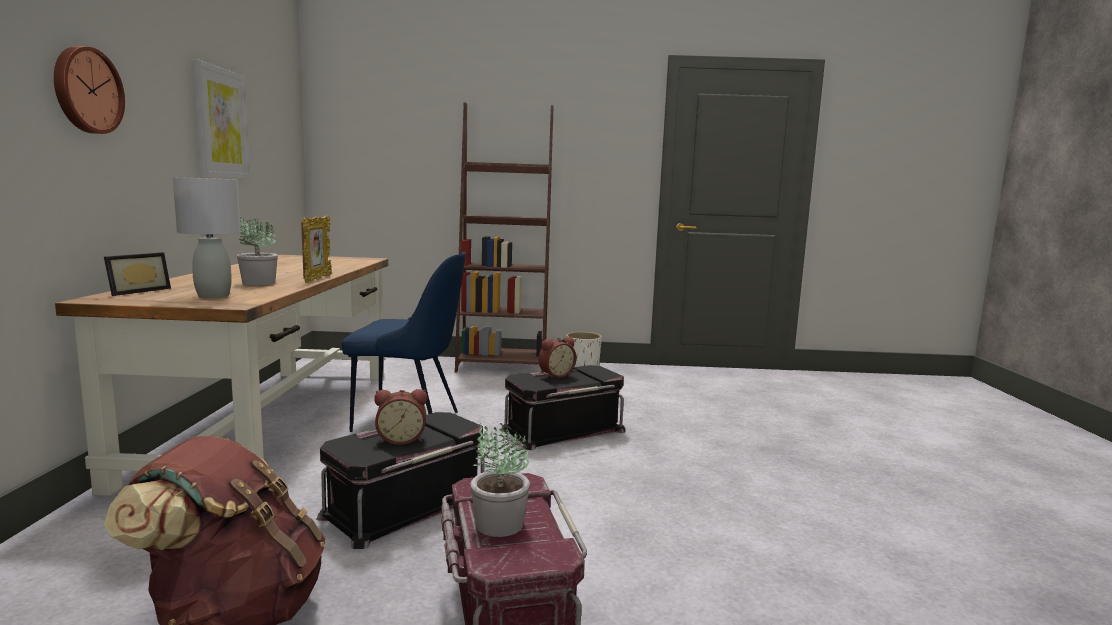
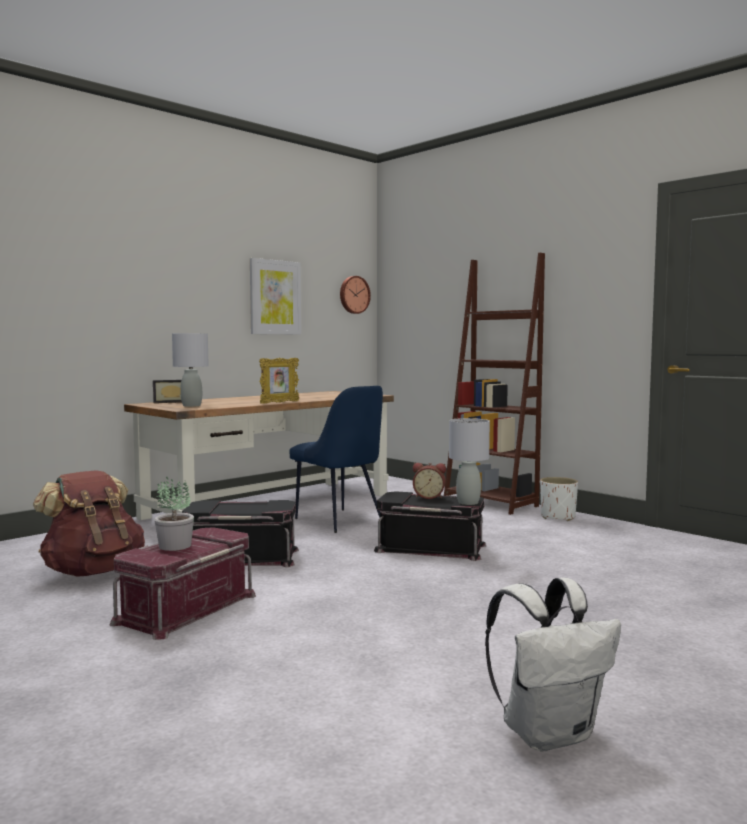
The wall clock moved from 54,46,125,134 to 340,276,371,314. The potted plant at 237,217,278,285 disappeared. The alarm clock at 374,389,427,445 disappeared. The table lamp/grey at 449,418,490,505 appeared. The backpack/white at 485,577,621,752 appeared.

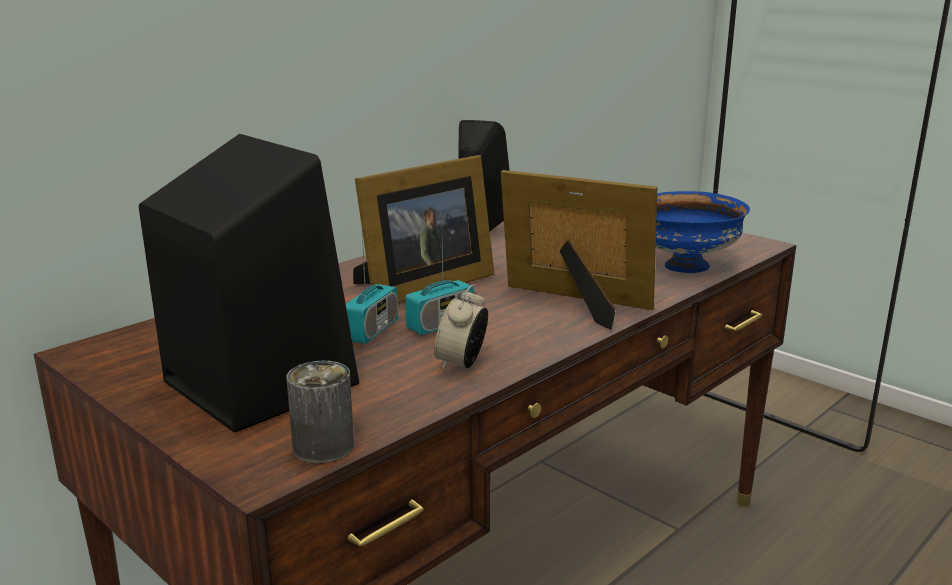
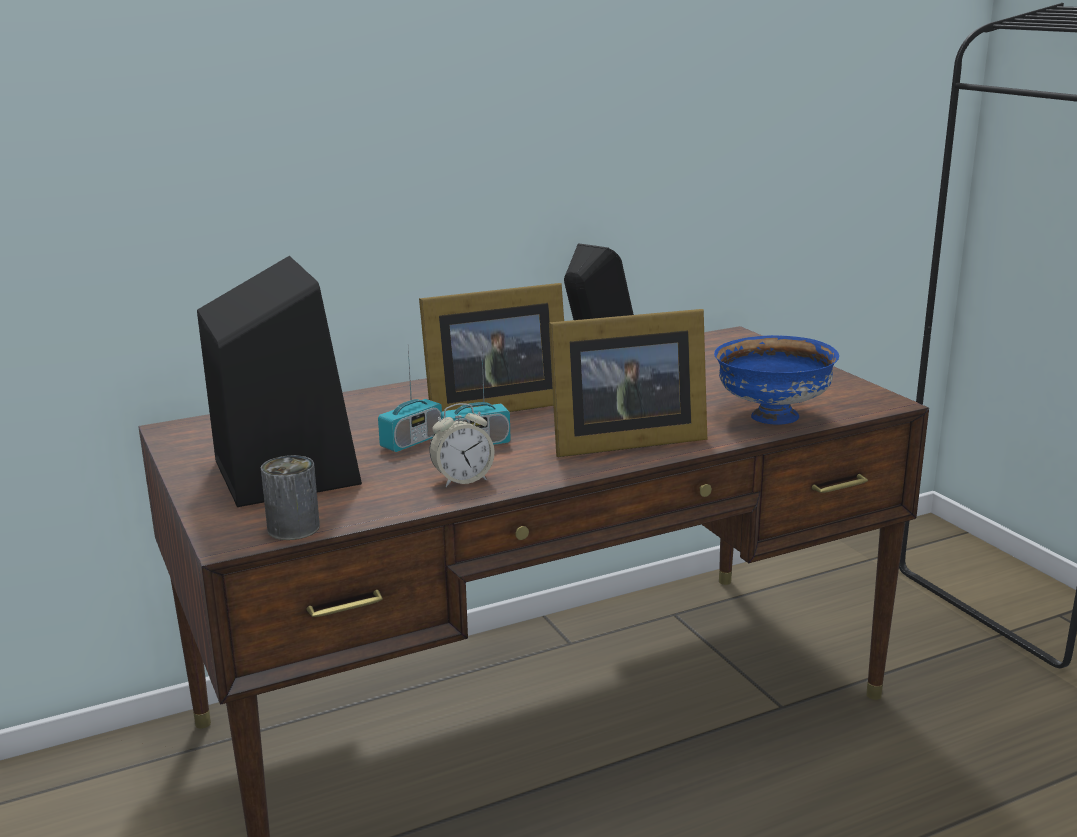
The alarm clock at 434,284,488,371 turned 150 degrees counterclockwise. The picture frame at 501,170,657,329 turned 120 degrees clockwise.

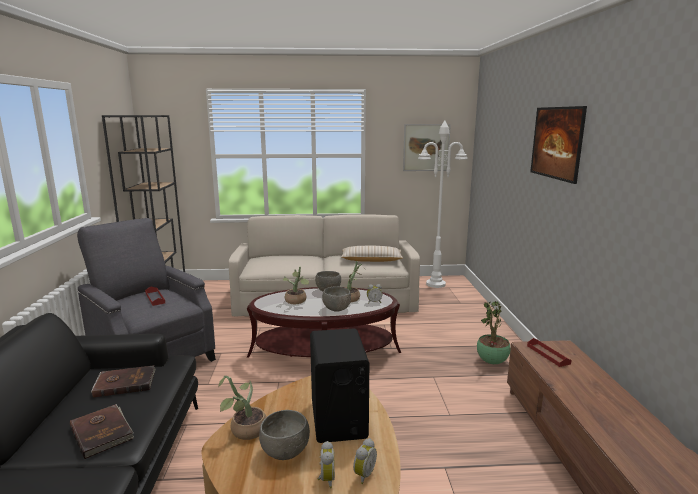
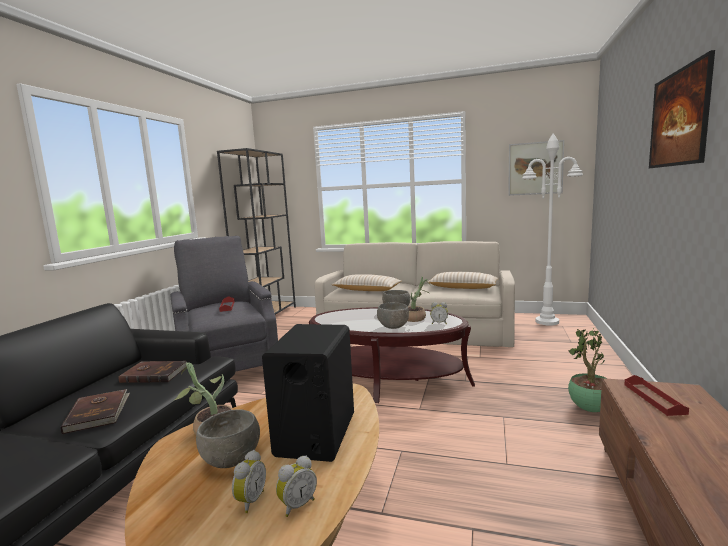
The potted plant at 283,267,309,304 disappeared. The pillow/beige at 331,274,401,291 appeared.

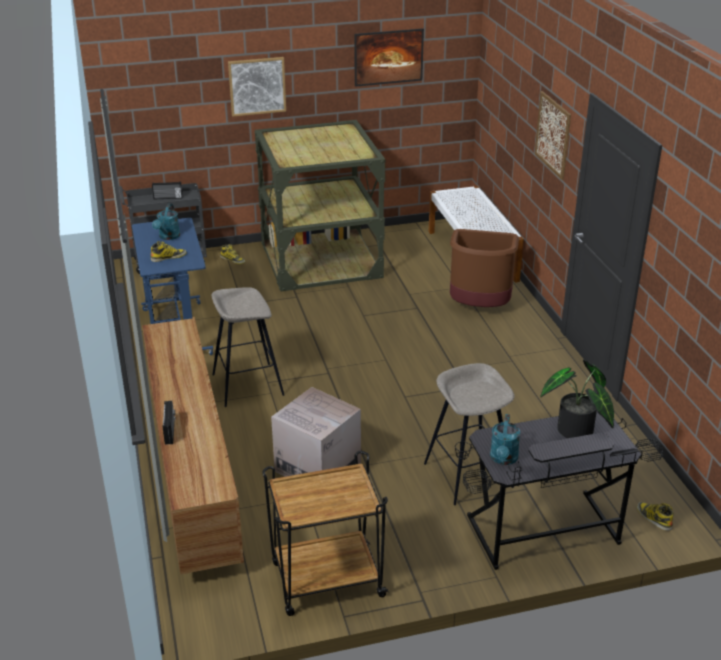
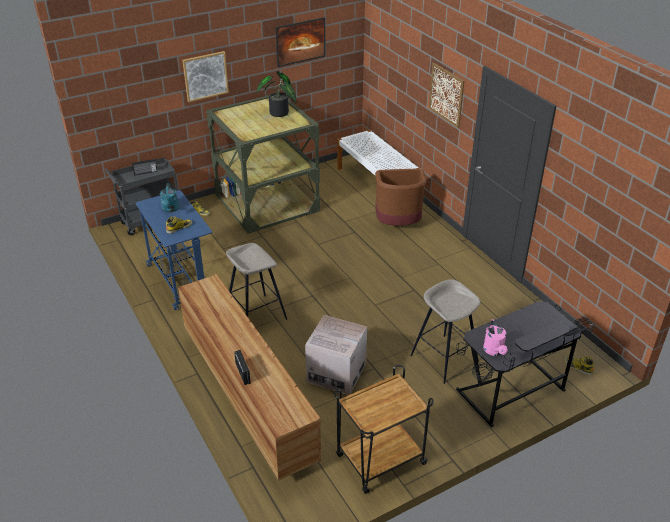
The watering can/turquoise at 490,414,520,465 became the watering can/pink at 483,319,508,356. The potted plant moved from 541,360,614,438 to 257,71,297,117.

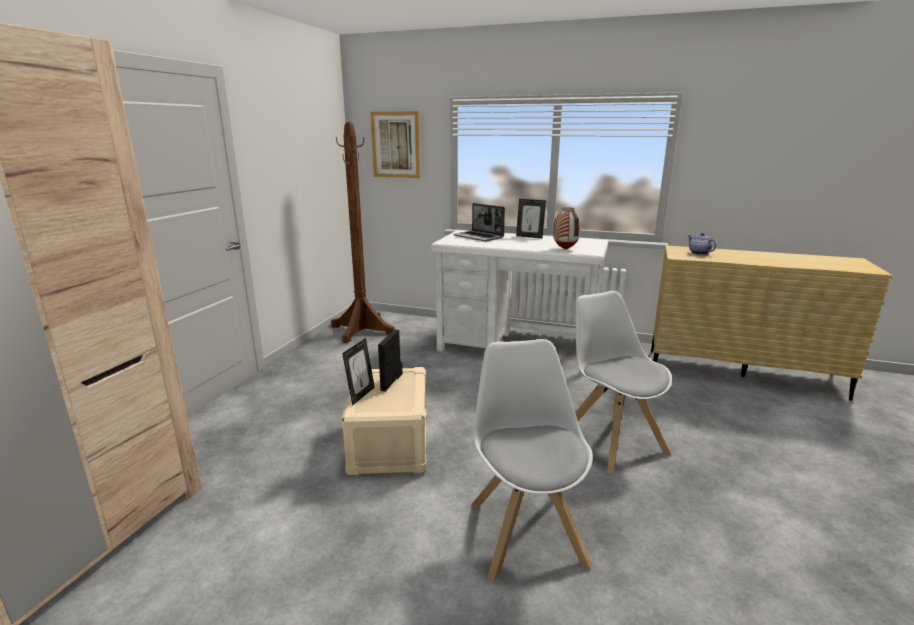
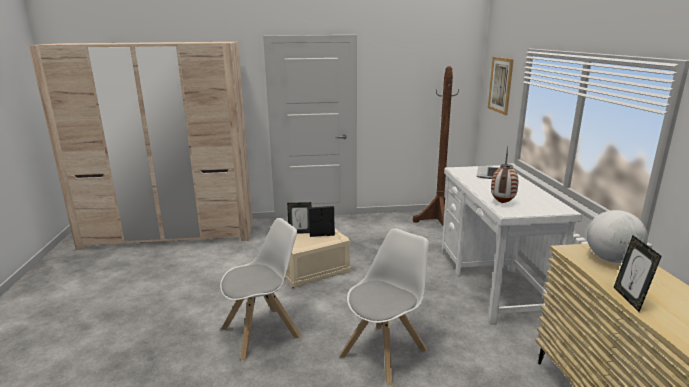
The picture frame moved from 516,199,546,239 to 614,235,662,312. The teapot at 688,233,716,255 was replaced by the globe at 587,210,648,263.

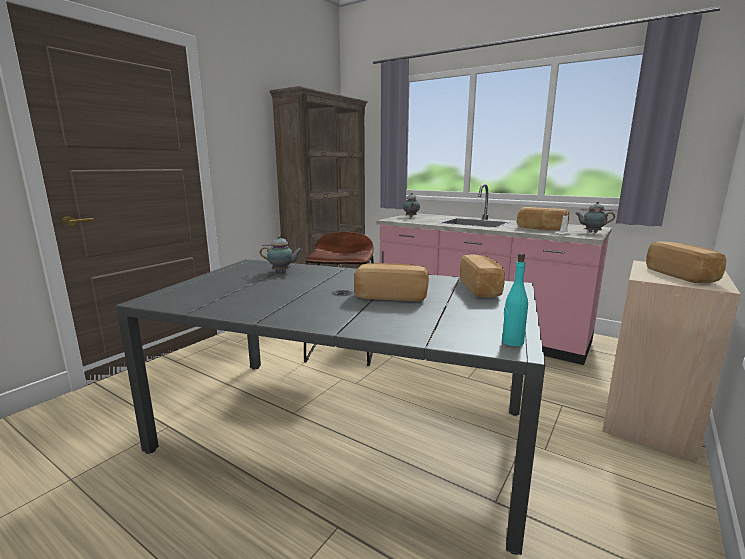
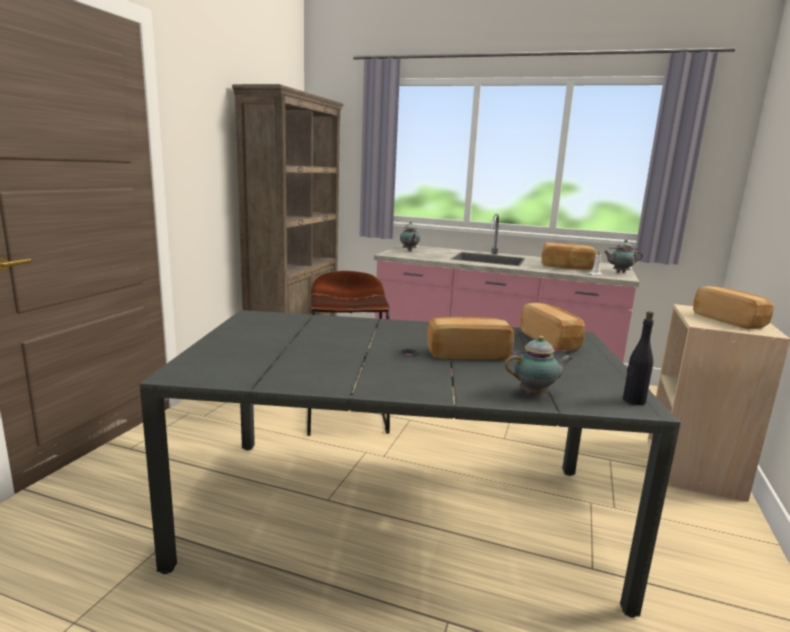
The teapot moved from 260,235,303,272 to 505,336,573,394. The bottle/turquoise at 502,253,528,346 became the bottle/black at 623,311,654,405.

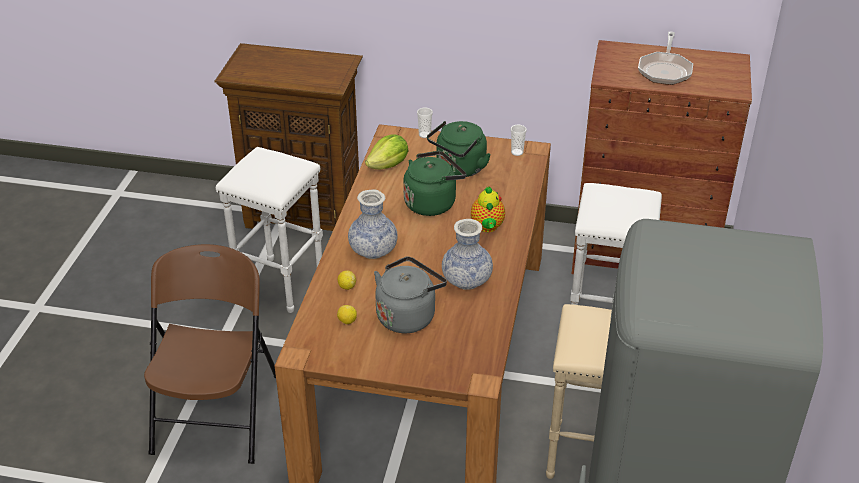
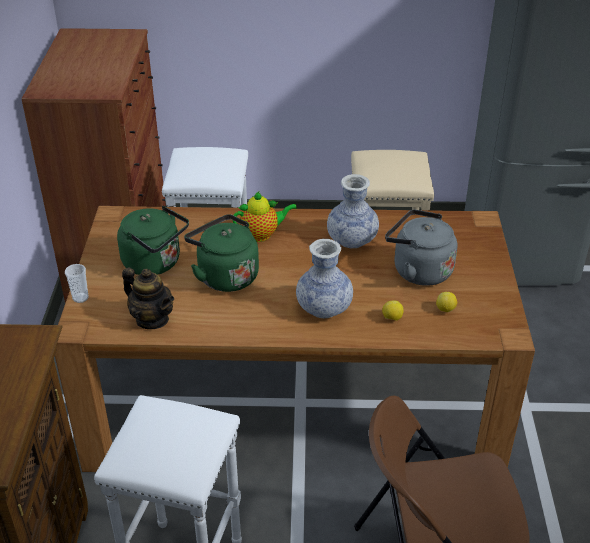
The lettuce at 365,134,408,169 was replaced by the teapot at 122,267,174,329. The cup at 510,125,527,156 disappeared. The frying pan at 638,32,693,85 disappeared.

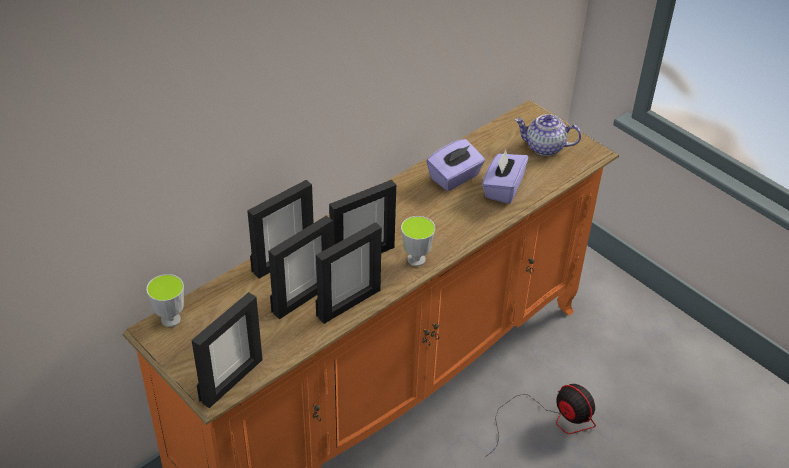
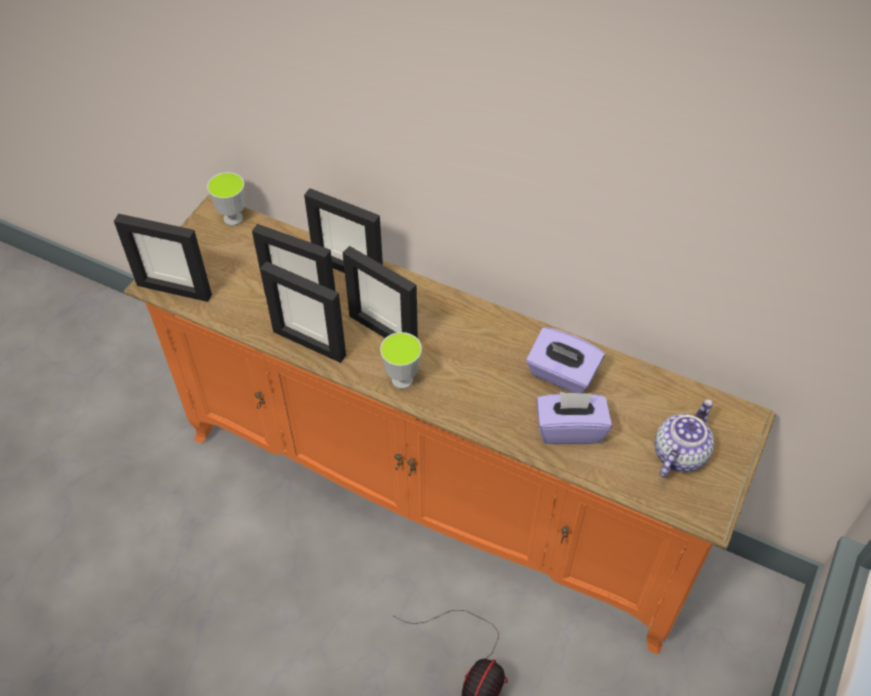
The teapot at 515,114,581,156 turned 45 degrees clockwise.

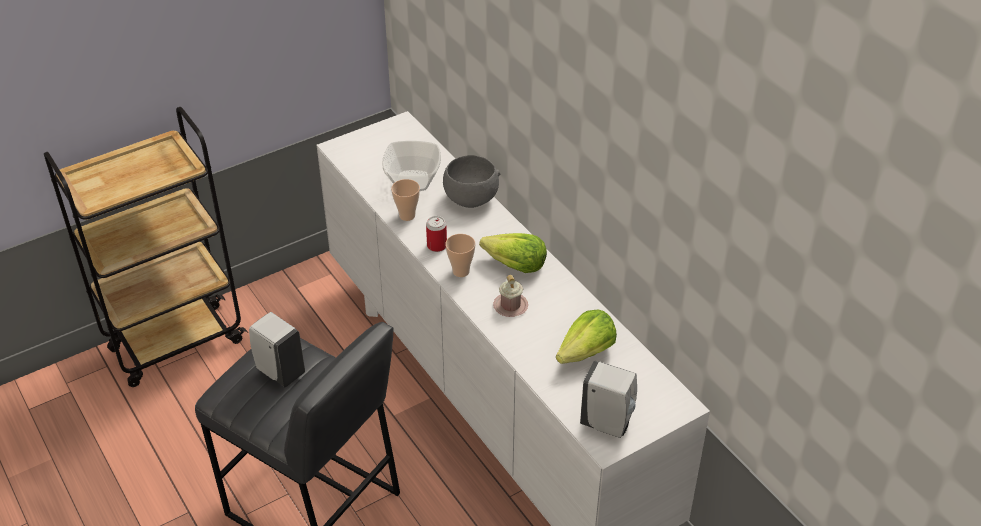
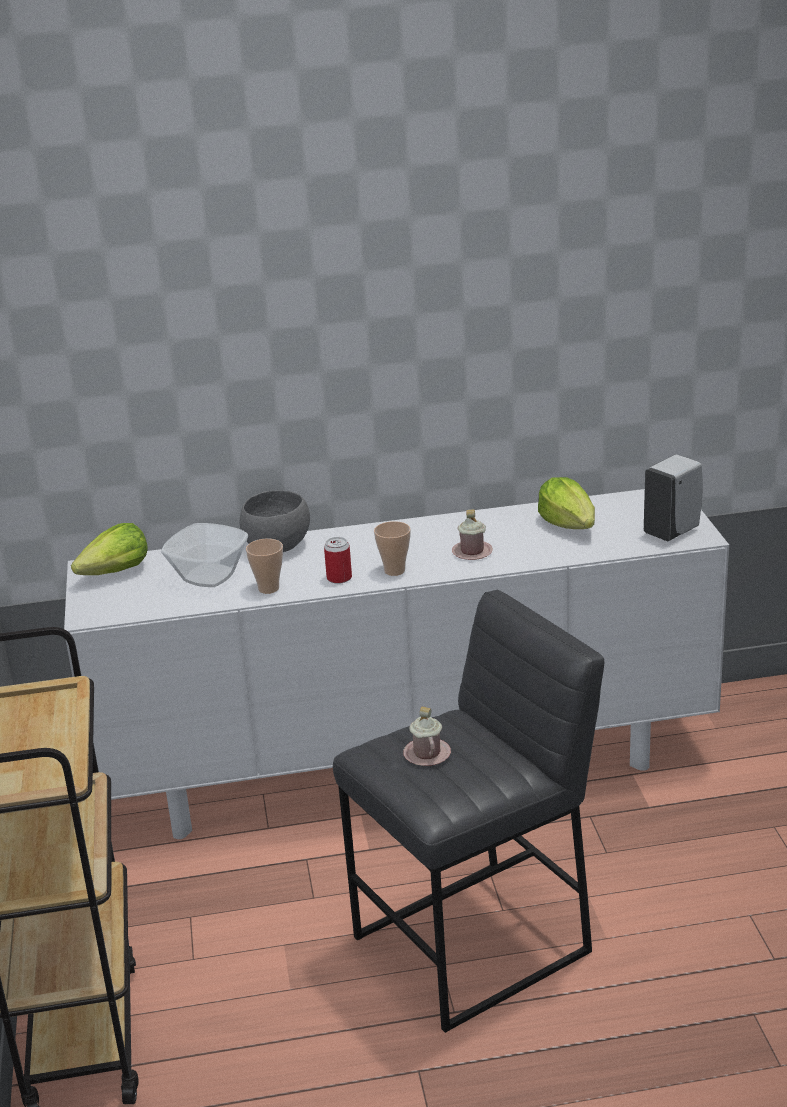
The soap dispenser/white at 249,312,305,387 was replaced by the mug/pink at 403,706,451,766. The lettuce moved from 479,233,547,273 to 71,523,148,575.

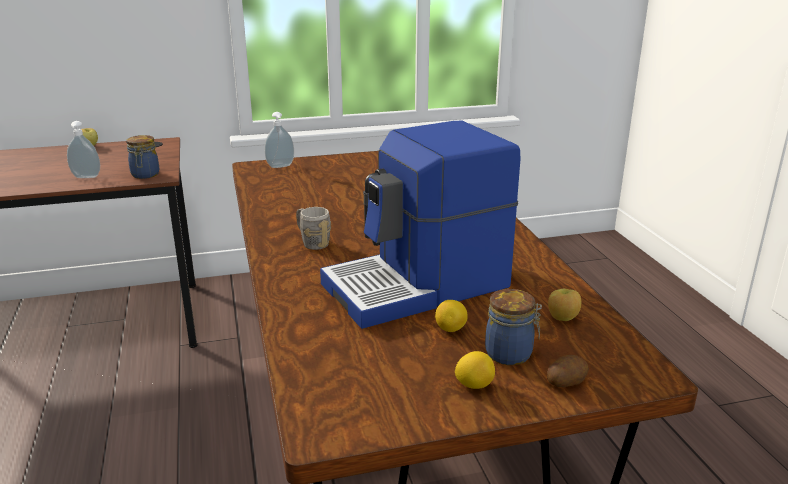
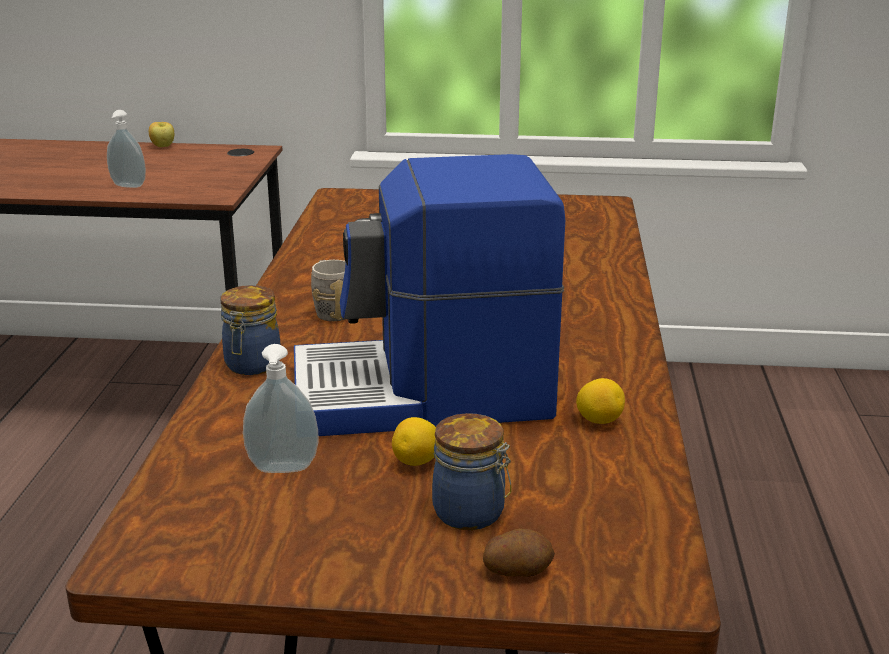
The jar moved from 126,135,159,179 to 220,285,280,375. The soap dispenser moved from 265,112,294,168 to 243,344,319,473. The lemon moved from 455,351,495,389 to 576,378,625,424. The apple at 548,289,581,321 disappeared.

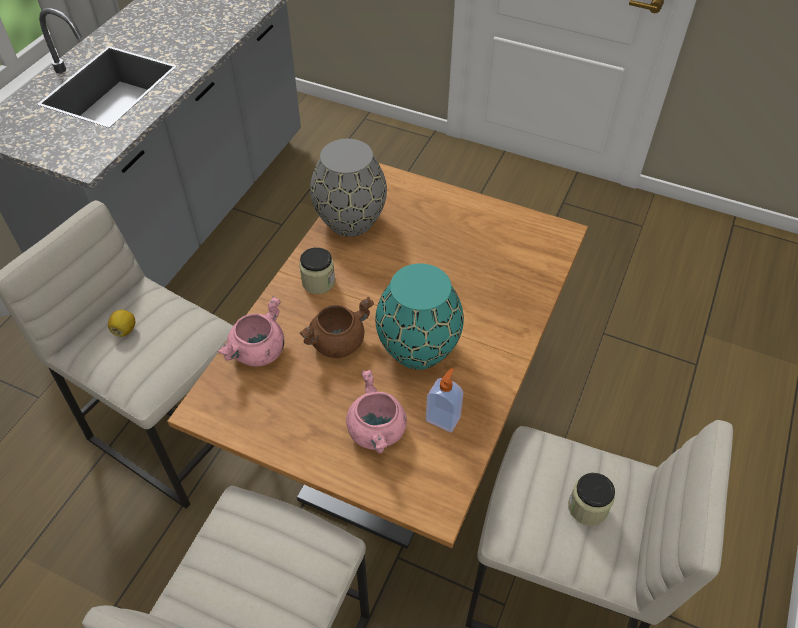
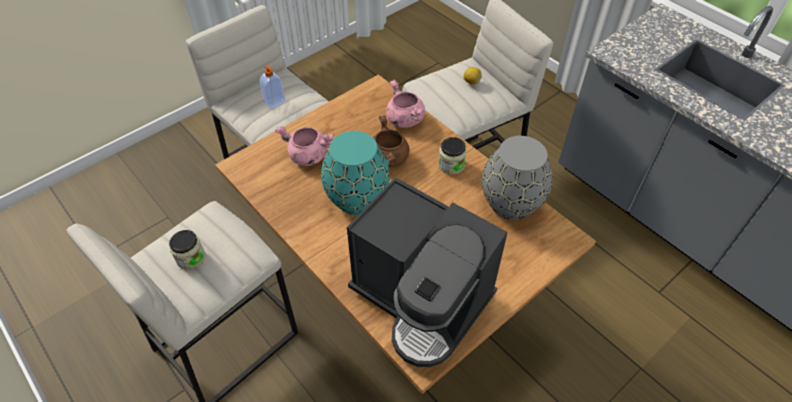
The soap dispenser moved from 426,368,464,433 to 259,65,286,109. The coffee machine at 347,177,507,367 appeared.

